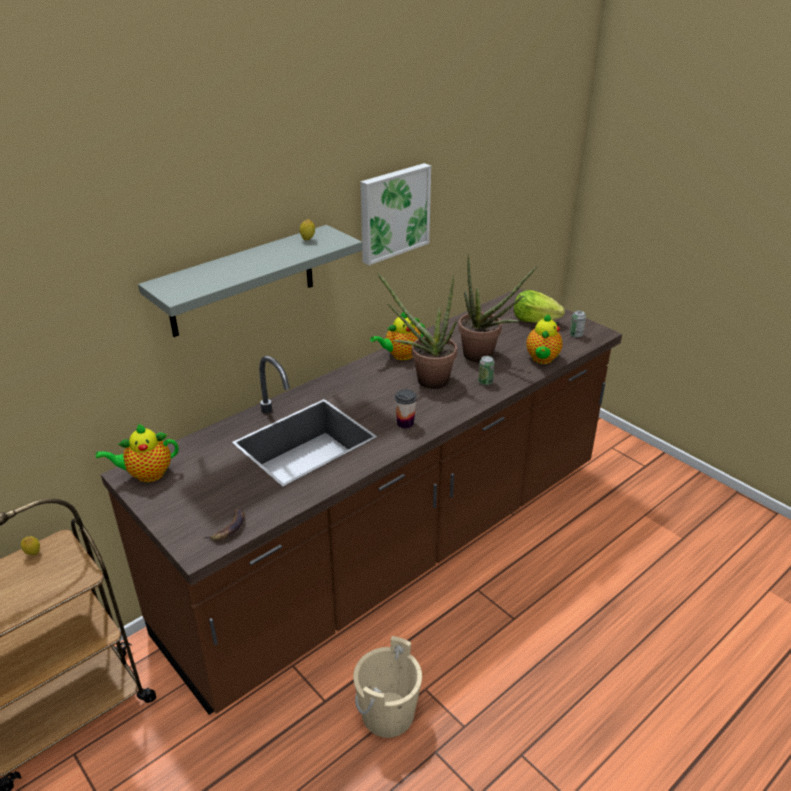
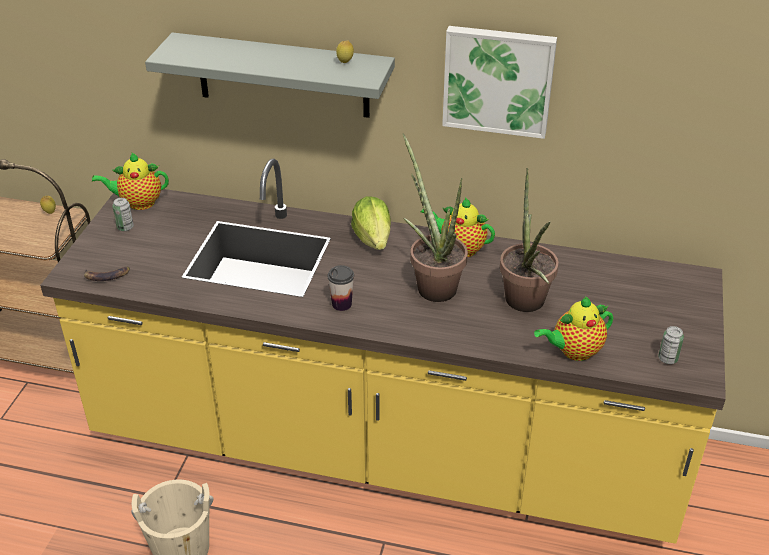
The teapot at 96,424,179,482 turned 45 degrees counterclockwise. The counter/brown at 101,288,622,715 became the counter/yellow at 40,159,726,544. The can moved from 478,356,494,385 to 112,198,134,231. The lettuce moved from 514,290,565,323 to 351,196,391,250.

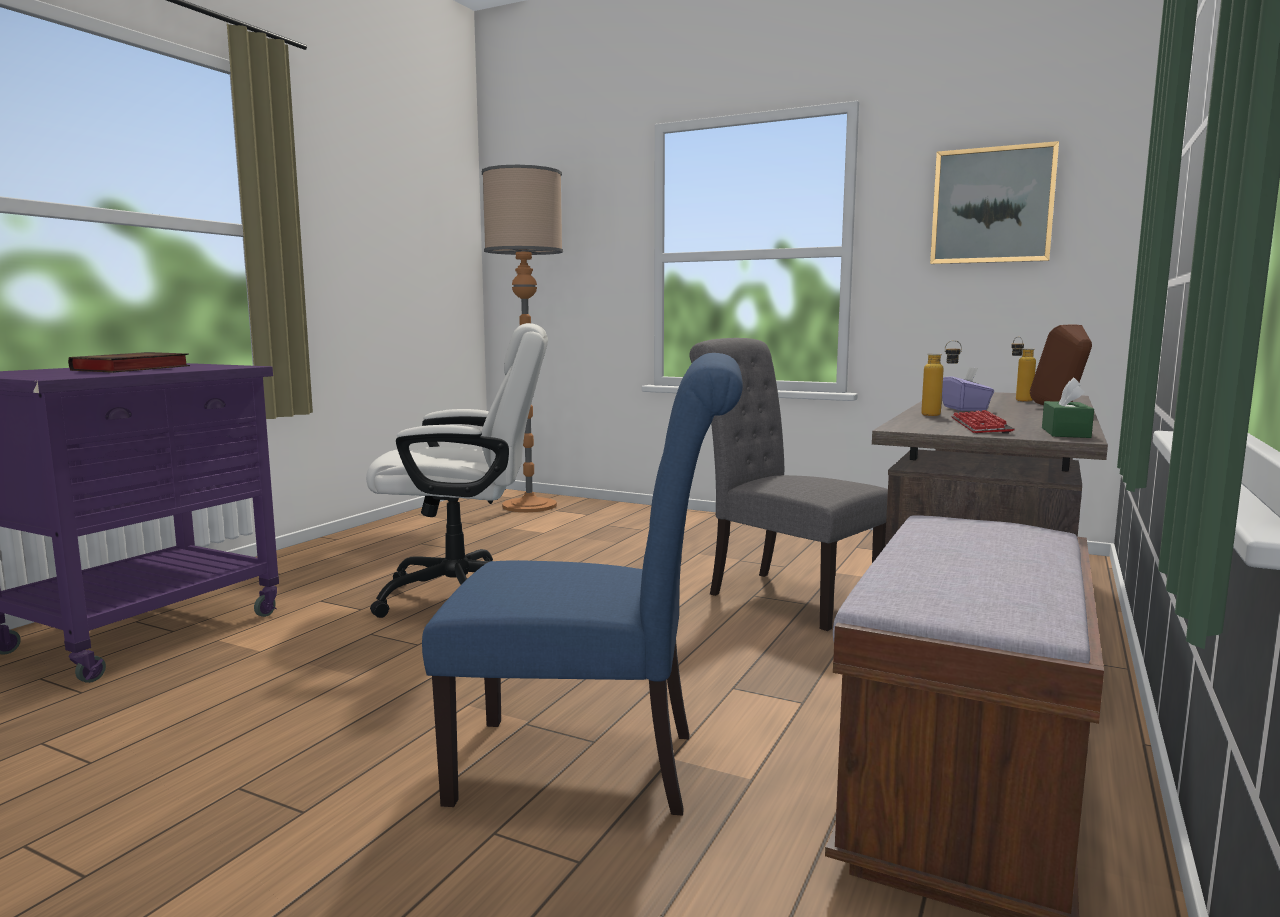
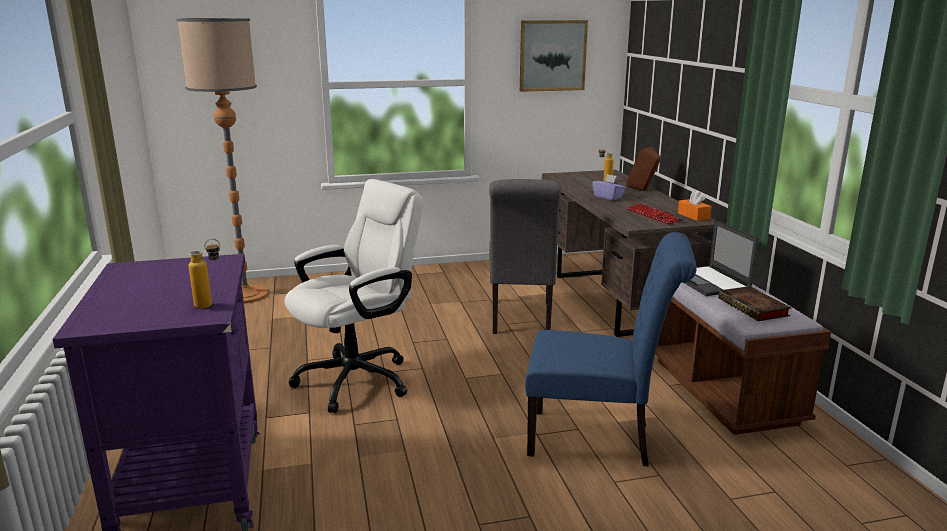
The book moved from 68,352,190,373 to 718,286,791,321. The chair/blue at 422,353,743,816 turned 45 degrees clockwise. The chair/grey at 689,338,888,631 turned 90 degrees counterclockwise. The bottle moved from 921,340,962,416 to 189,239,220,309. The tissue box/green at 1042,377,1094,438 became the tissue box/orange at 678,190,712,221. The laptop at 684,220,758,296 appeared.

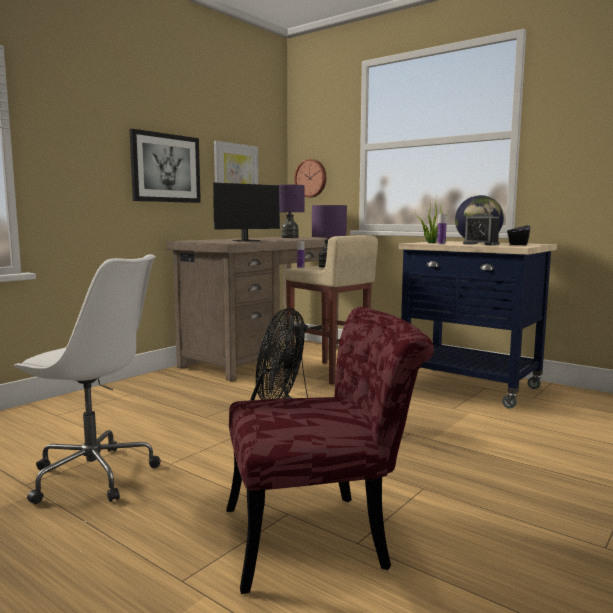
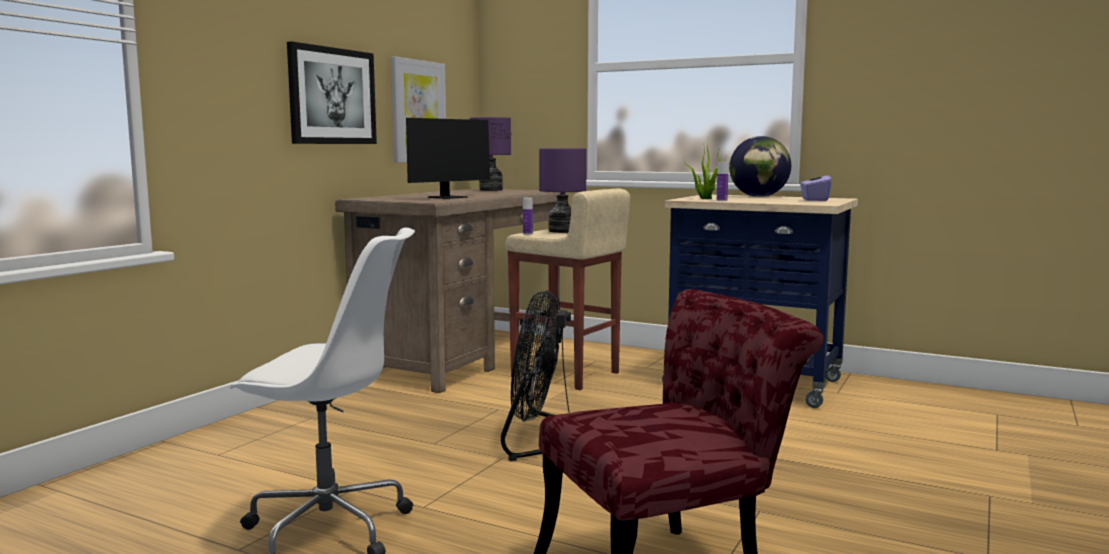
The wall clock at 294,159,326,197 disappeared. The alarm clock at 463,213,500,245 disappeared. The tissue box/black at 507,220,530,245 became the tissue box/purple at 800,168,832,201.

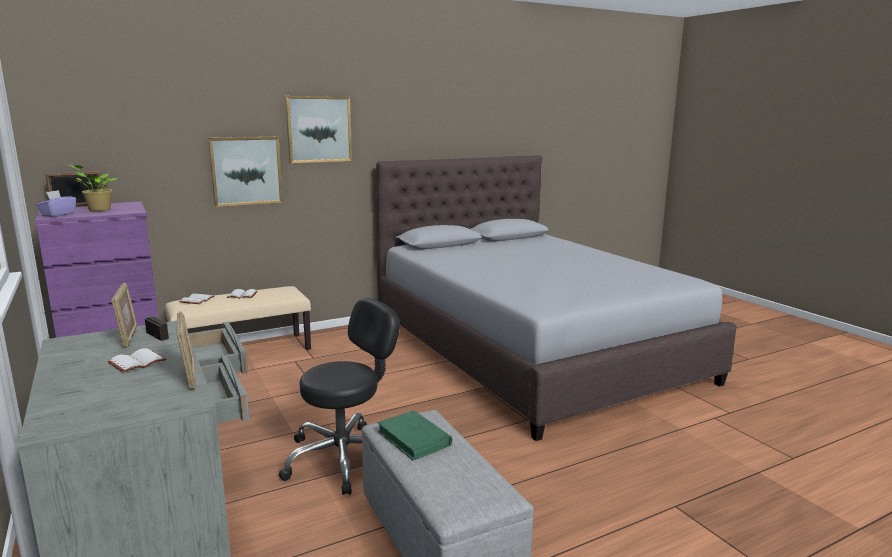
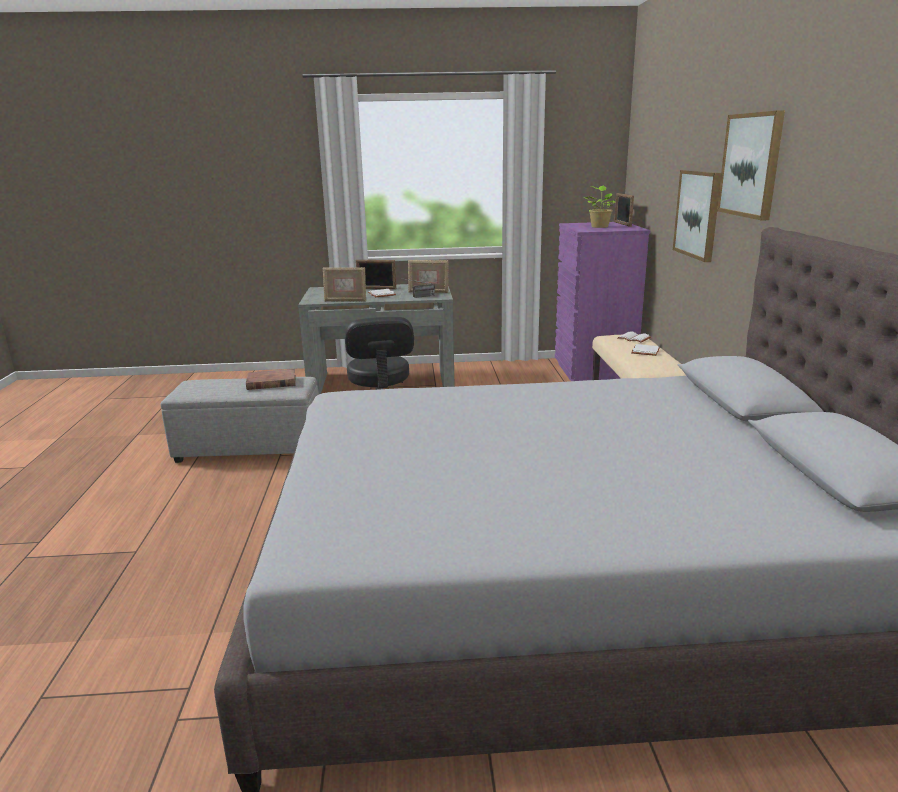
The tissue box/purple at 36,190,76,217 disappeared. The book/green at 377,410,452,460 became the book/brown at 246,369,296,390. The picture frame at 356,260,396,289 appeared.

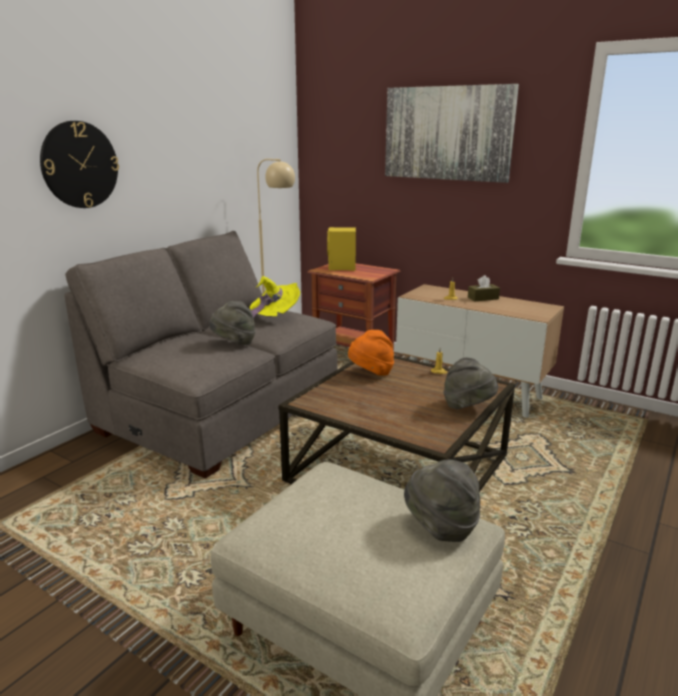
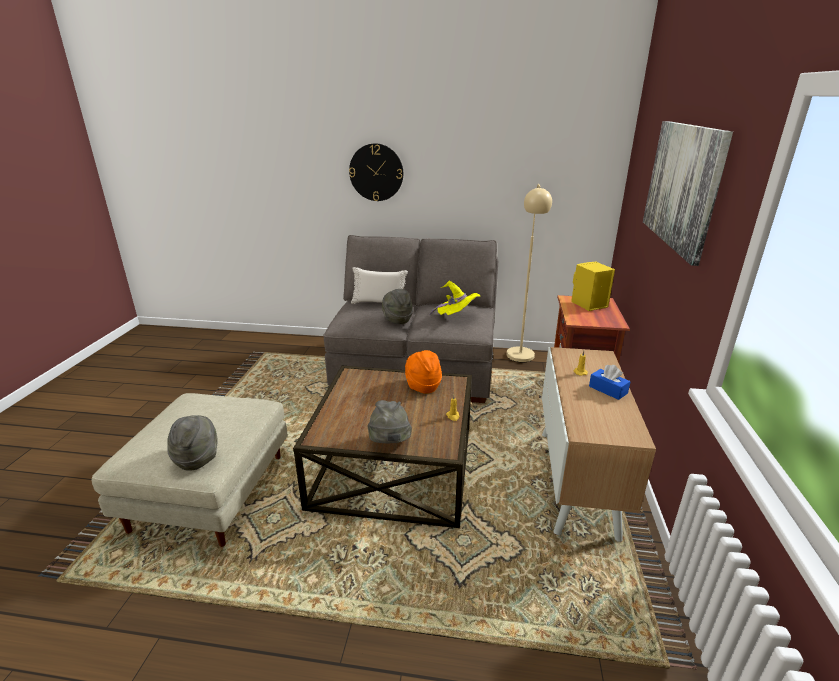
The tissue box/brown at 468,275,500,301 became the tissue box/blue at 589,365,631,400. The pillow/white at 351,267,408,304 appeared.

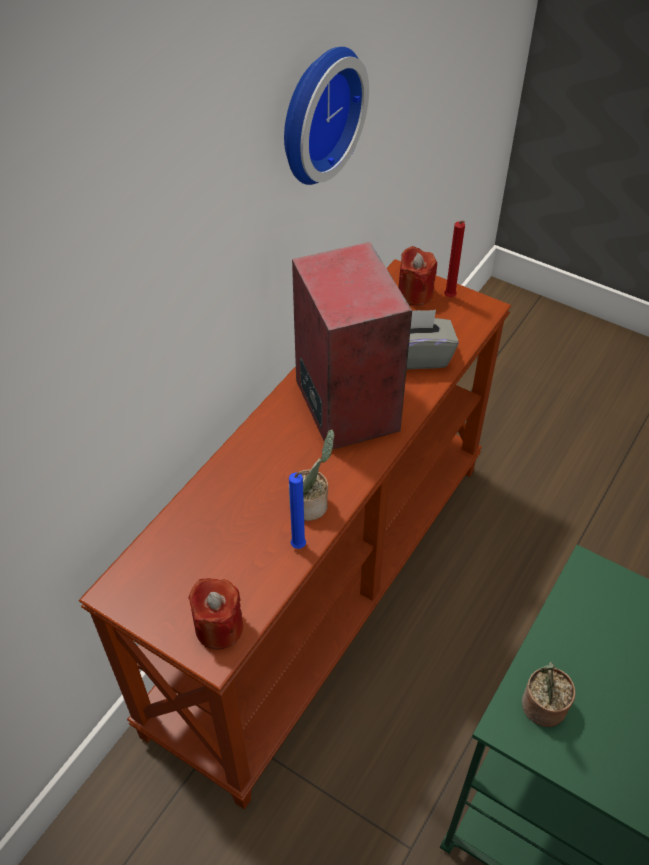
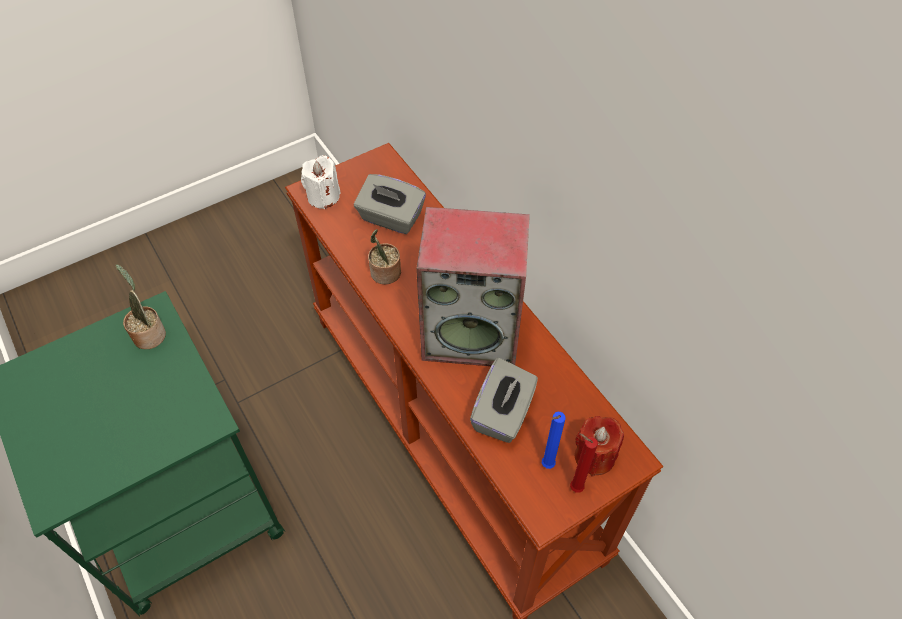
The candle/red at 188,578,243,650 became the candle/white at 301,155,340,209. The wall clock at 284,47,369,185 disappeared. The candle/blue moved from 289,471,309,549 to 542,412,565,469. The tissue box/grey at 354,174,426,234 appeared.

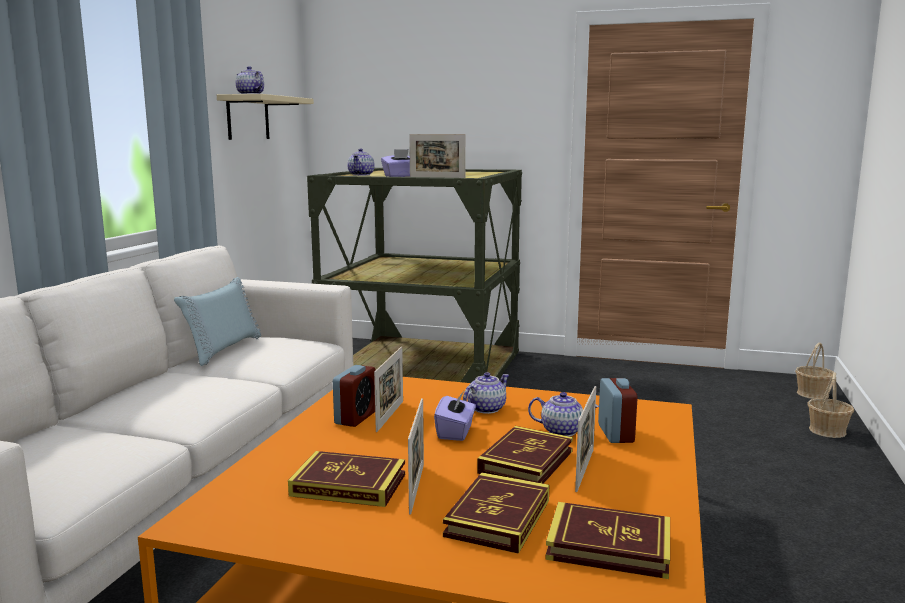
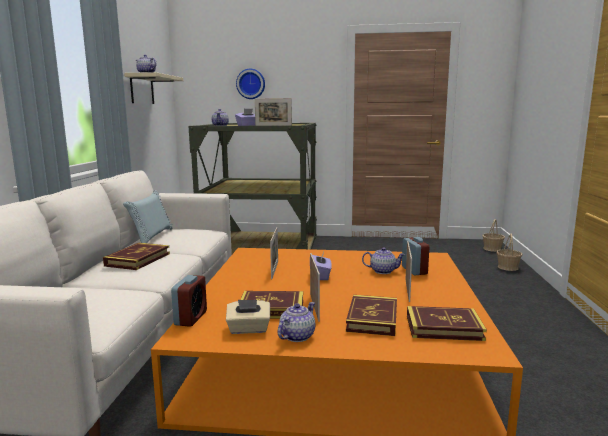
The alarm clock moved from 333,365,376,427 to 171,275,207,327. The teapot moved from 463,372,509,414 to 278,302,316,342. The book moved from 477,426,573,484 to 103,243,170,270. The tissue box/beige at 226,300,270,334 appeared. The wall clock at 236,69,265,99 appeared.

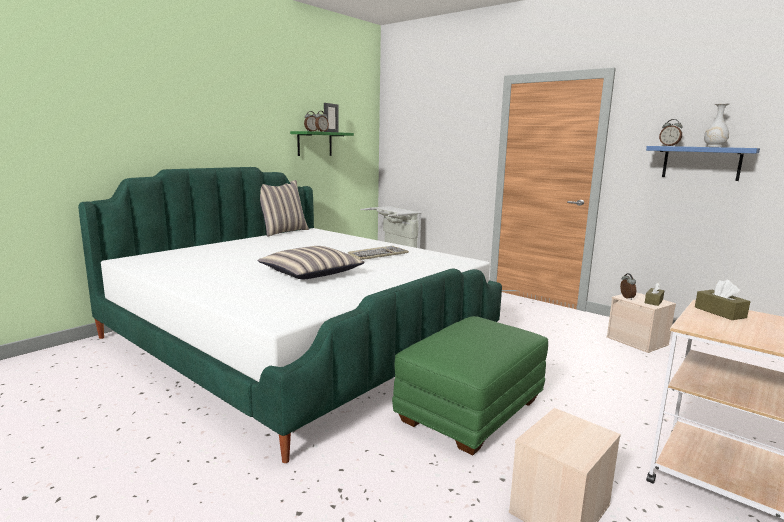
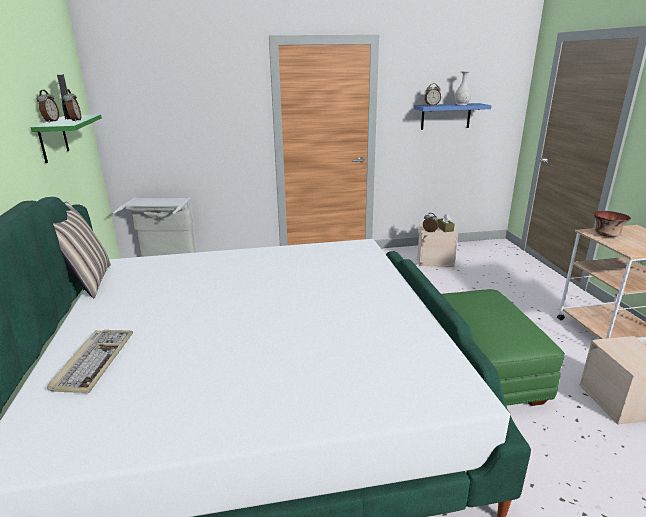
The pillow at 257,246,365,279 disappeared. The keyboard moved from 348,246,409,260 to 47,330,133,393. The tissue box/brown at 695,280,750,320 was replaced by the bowl at 593,211,631,237.

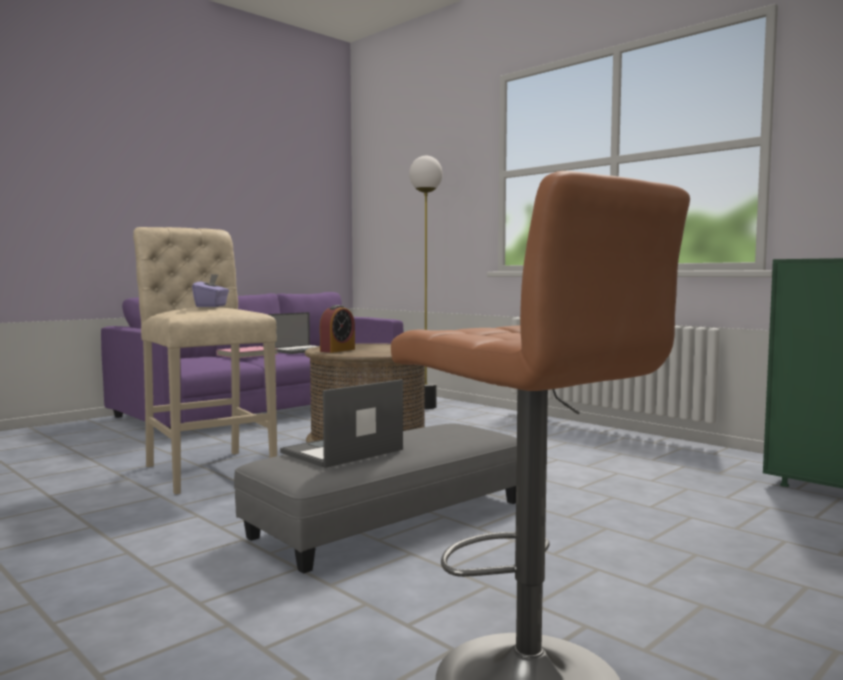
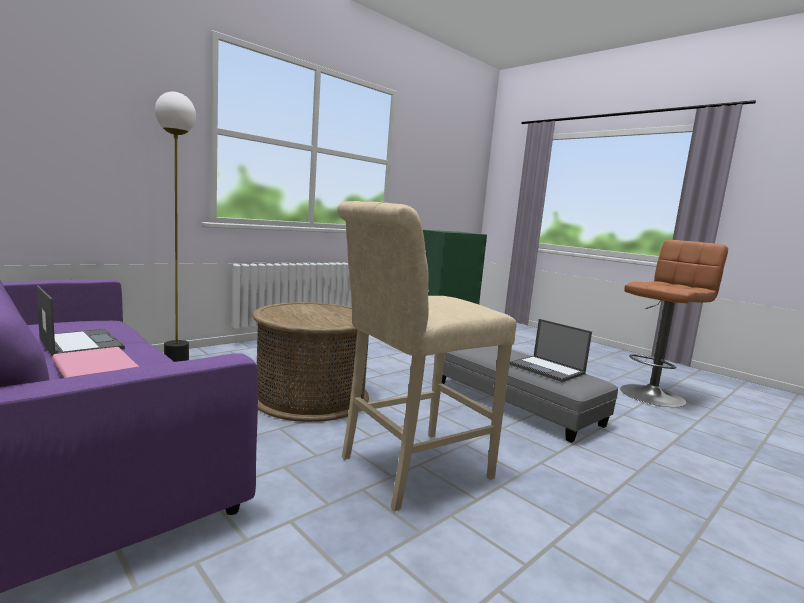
The tissue box/purple at 192,274,229,307 disappeared. The alarm clock at 320,305,355,353 disappeared.

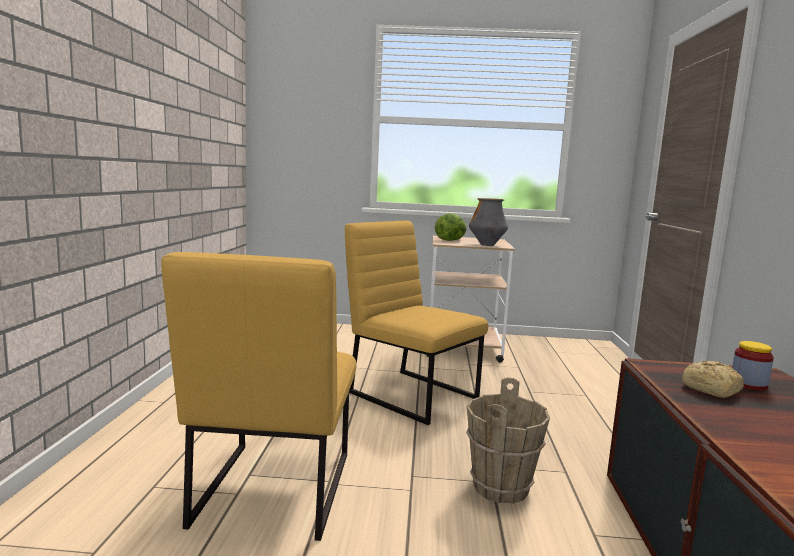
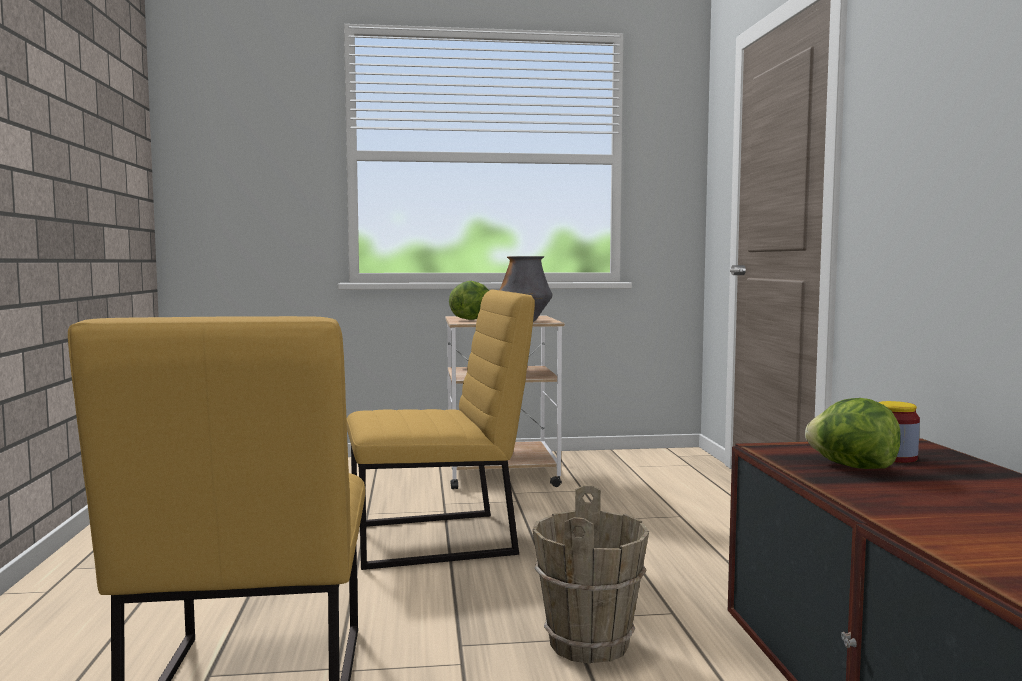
The chair/yellow at 345,221,488,425 turned 135 degrees clockwise. The bread at 682,361,744,398 was replaced by the lettuce at 805,398,900,469.

